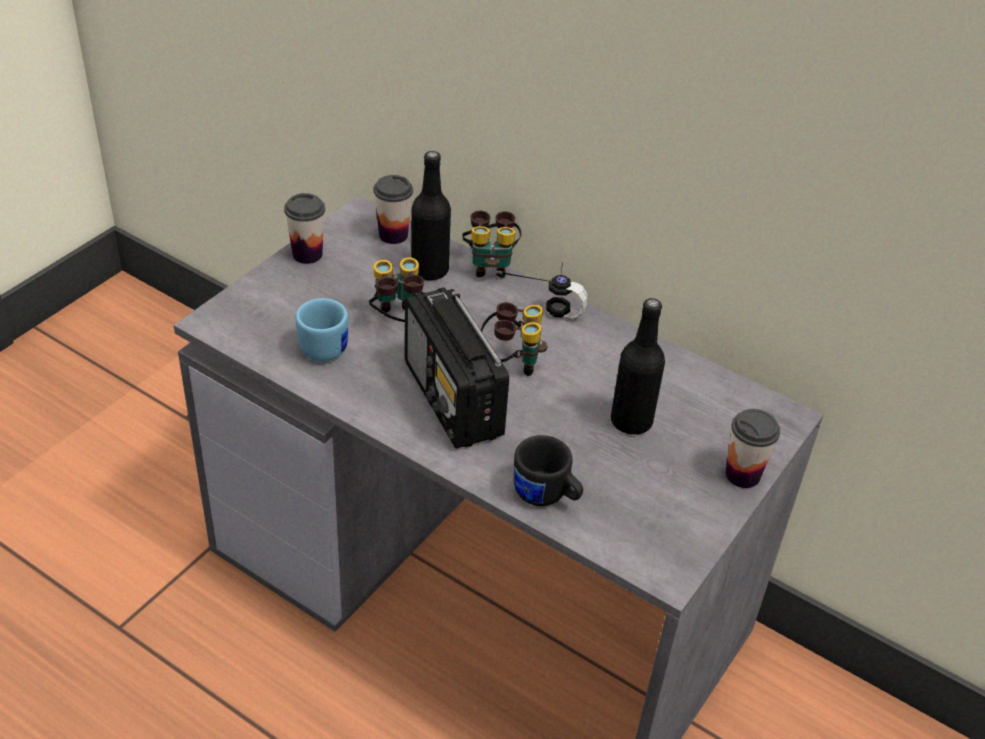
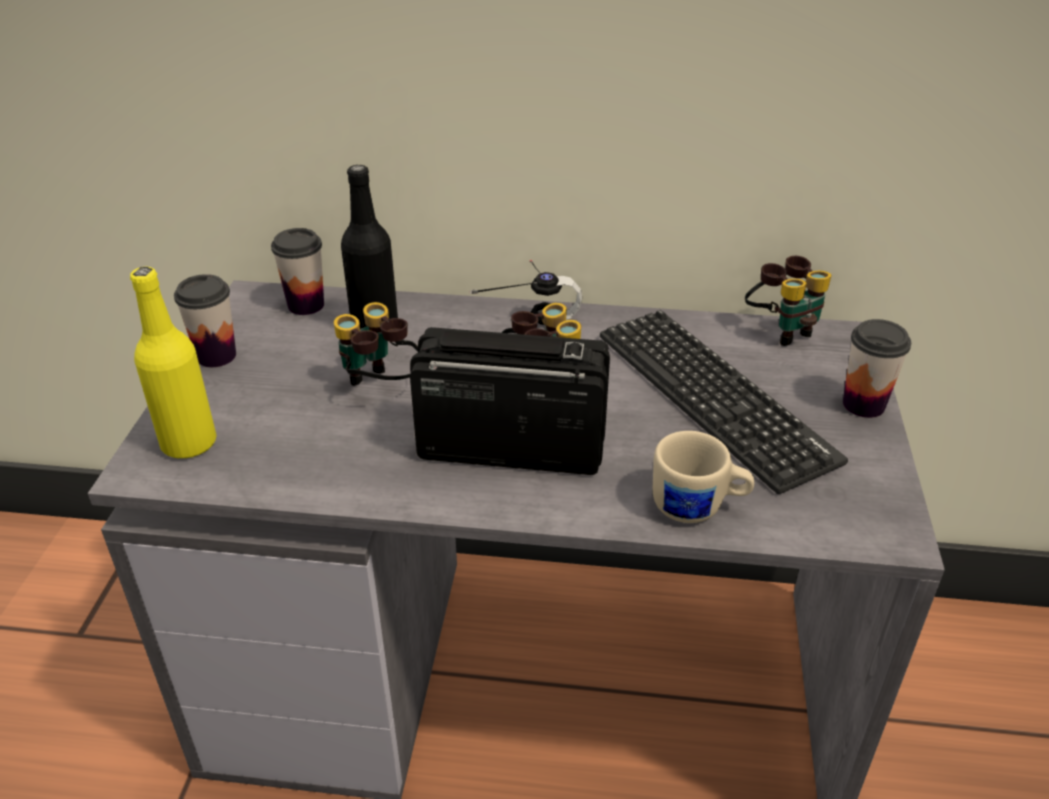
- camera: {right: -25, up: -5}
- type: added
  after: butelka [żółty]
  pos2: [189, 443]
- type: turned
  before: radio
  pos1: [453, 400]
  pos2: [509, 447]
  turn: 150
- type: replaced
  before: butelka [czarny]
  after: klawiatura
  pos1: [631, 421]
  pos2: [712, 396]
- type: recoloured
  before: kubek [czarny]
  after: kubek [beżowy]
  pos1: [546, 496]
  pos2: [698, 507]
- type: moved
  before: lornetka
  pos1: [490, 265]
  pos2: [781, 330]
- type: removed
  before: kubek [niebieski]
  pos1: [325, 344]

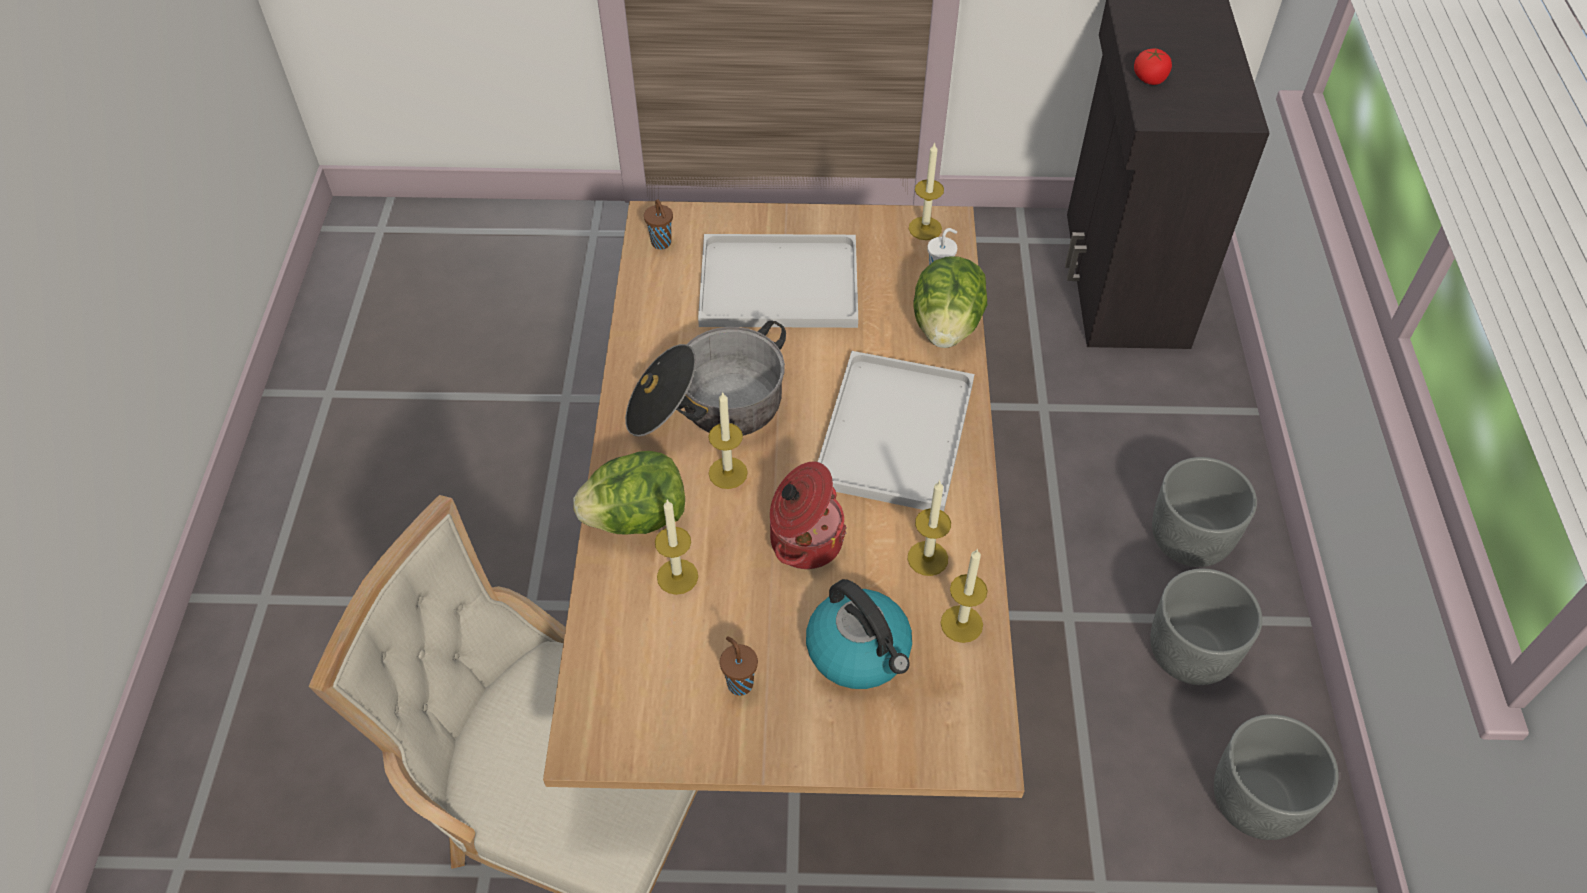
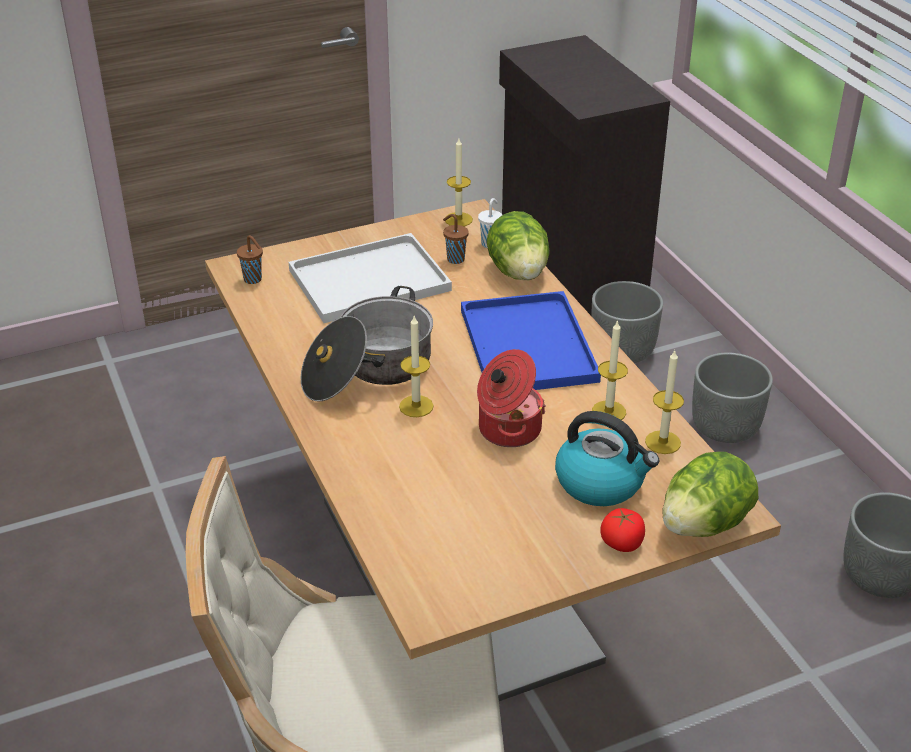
- camera: {right: -25, up: -15}
- type: moved
  before: filiżanka [brązowy]
  pos1: [739, 683]
  pos2: [454, 259]
- type: recoloured
  before: taca [biały]
  after: taca [niebieski]
  pos1: [893, 429]
  pos2: [525, 343]
- type: moved
  before: donica [szary]
  pos1: [1191, 653]
  pos2: [623, 350]
- type: moved
  before: pomidor
  pos1: [1149, 79]
  pos2: [621, 543]
- type: moved
  before: sałata
  pos1: [637, 518]
  pos2: [704, 524]
- type: removed
  before: świeca
  pos1: [677, 576]

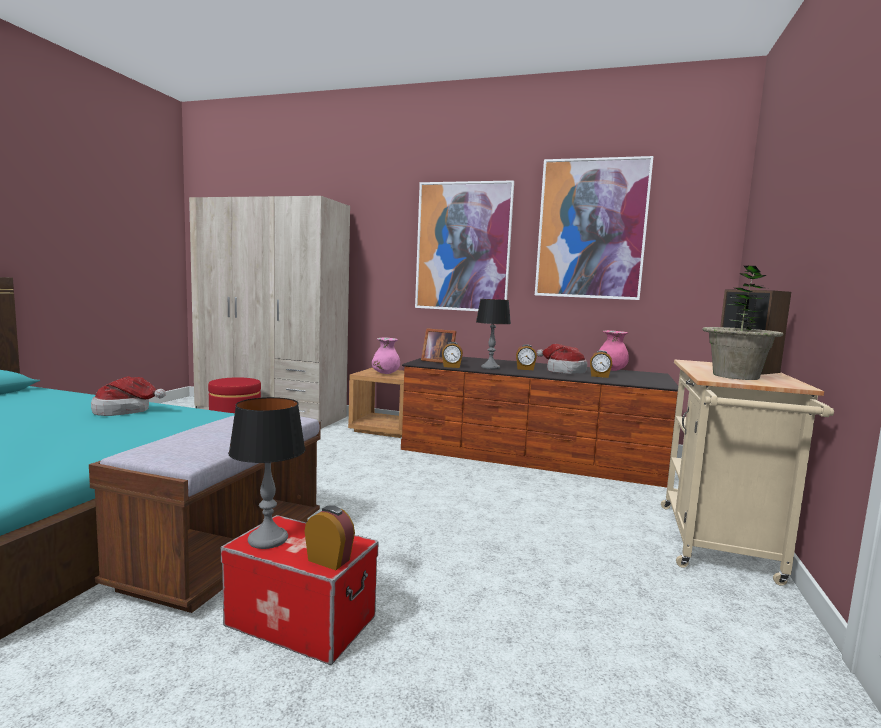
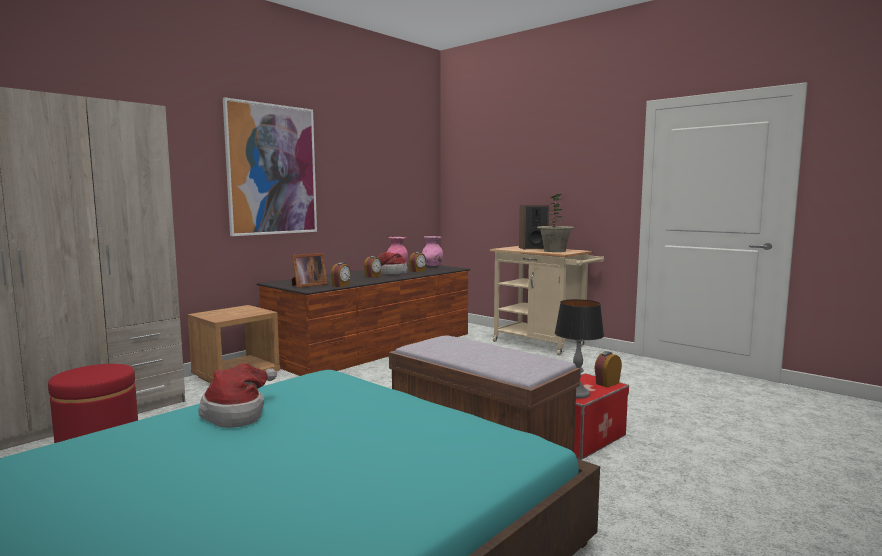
- camera: {right: -65, up: 0}
- type: moved
  before: wazon [różowy]
  pos1: [385, 373]
  pos2: [432, 266]
- type: removed
  before: lampa stołowa
  pos1: [490, 368]
- type: removed
  before: obraz
  pos1: [591, 229]

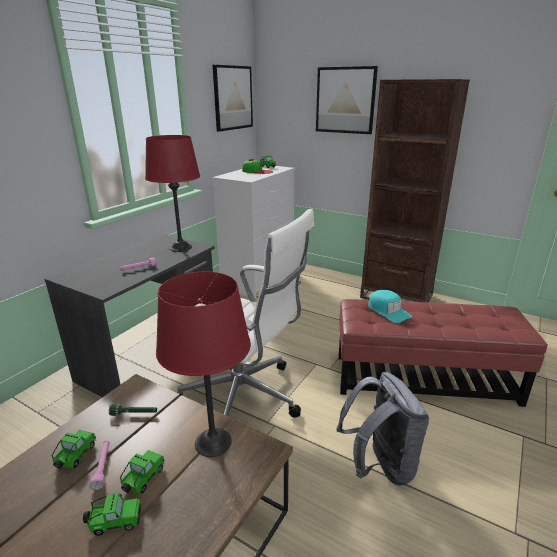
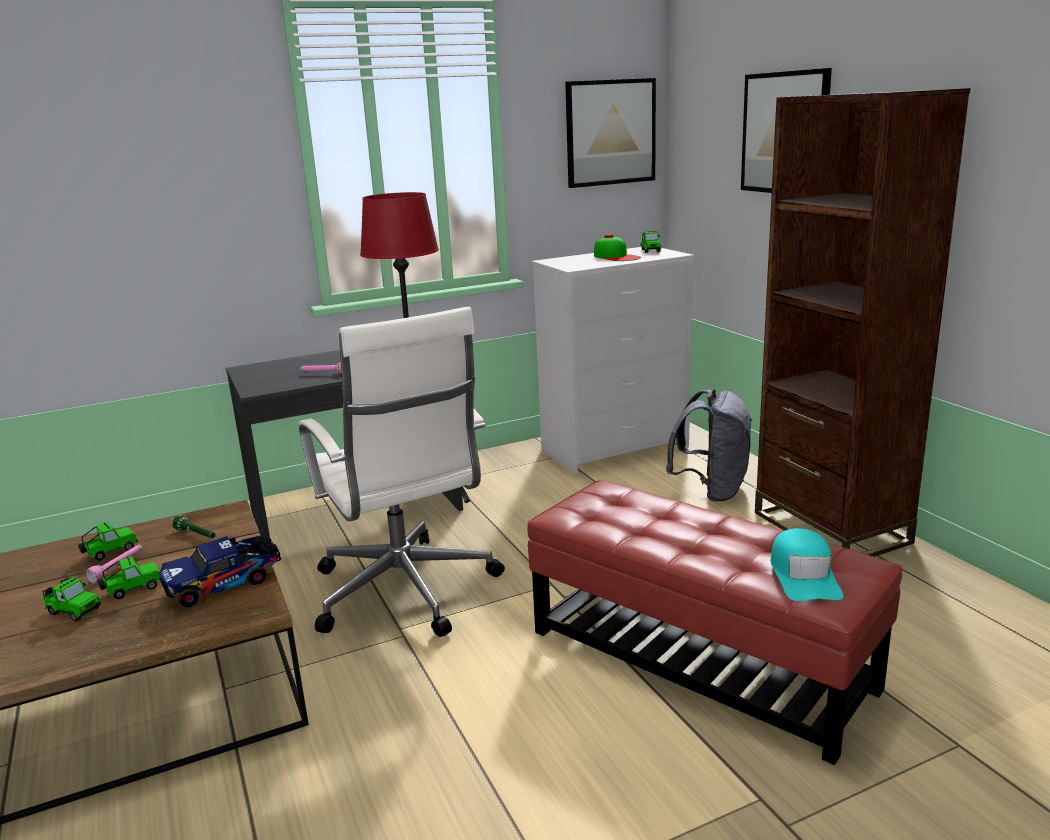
- camera: {right: 35, up: -5}
- type: replaced
  before: lampa stołowa [czerwony]
  after: ciężarówka zabawkowa
  pos1: [213, 442]
  pos2: [226, 584]
- type: moved
  before: plecak [szary]
  pos1: [380, 465]
  pos2: [712, 491]
- type: moved
  before: czapka z daszkiem [turkusowy]
  pos1: [388, 311]
  pos2: [804, 576]

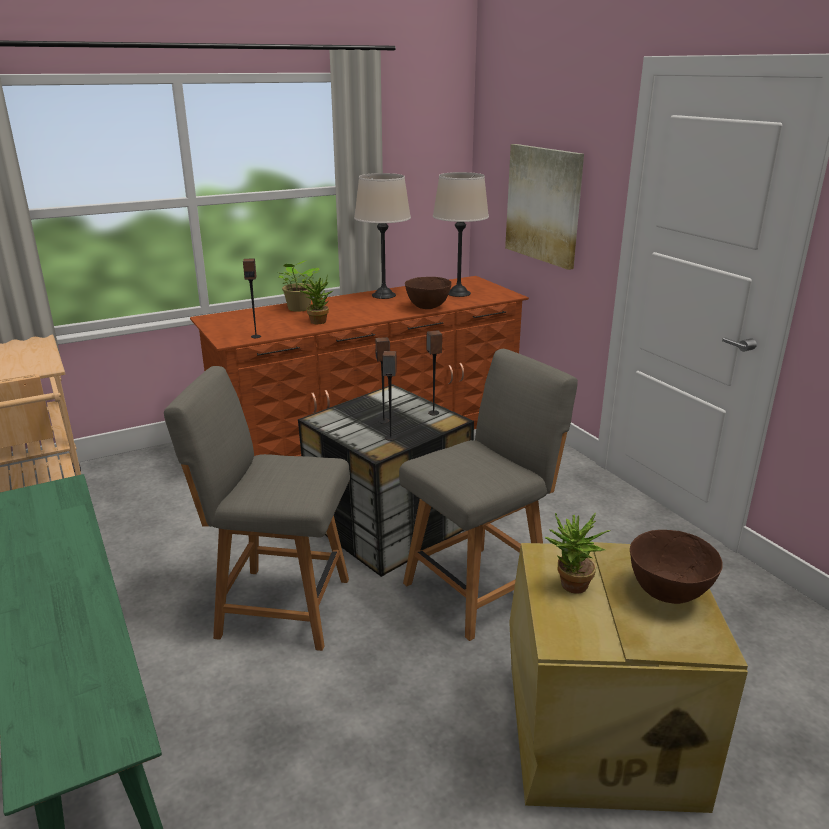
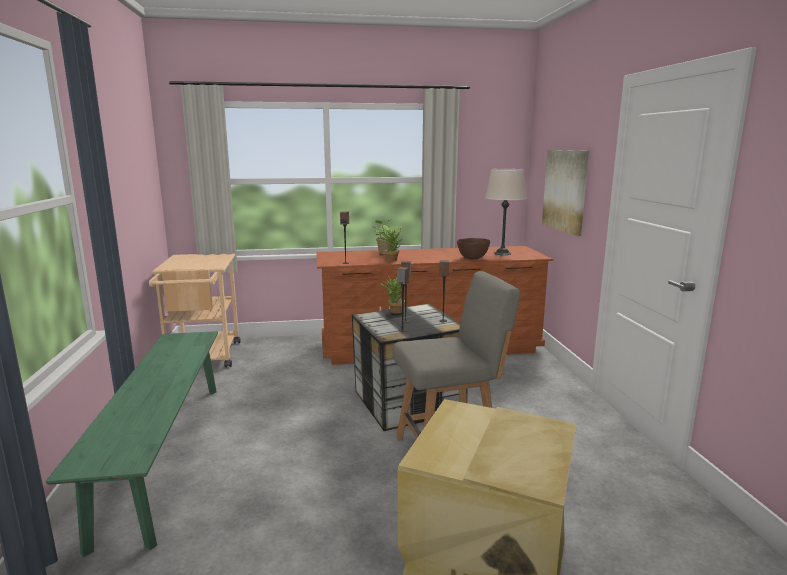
- camera: {right: 20, up: -10}
- type: moved
  before: roślina doniczkowa
  pos1: [570, 587]
  pos2: [394, 311]
- type: removed
  before: krzesło [szary]
  pos1: [279, 606]
- type: removed
  before: lampa stołowa [beżowy]
  pos1: [383, 295]
- type: removed
  before: miska [brązowy]
  pos1: [667, 593]

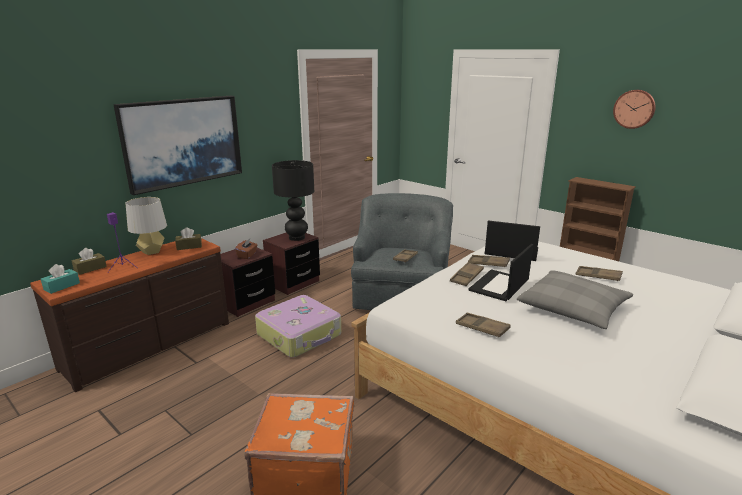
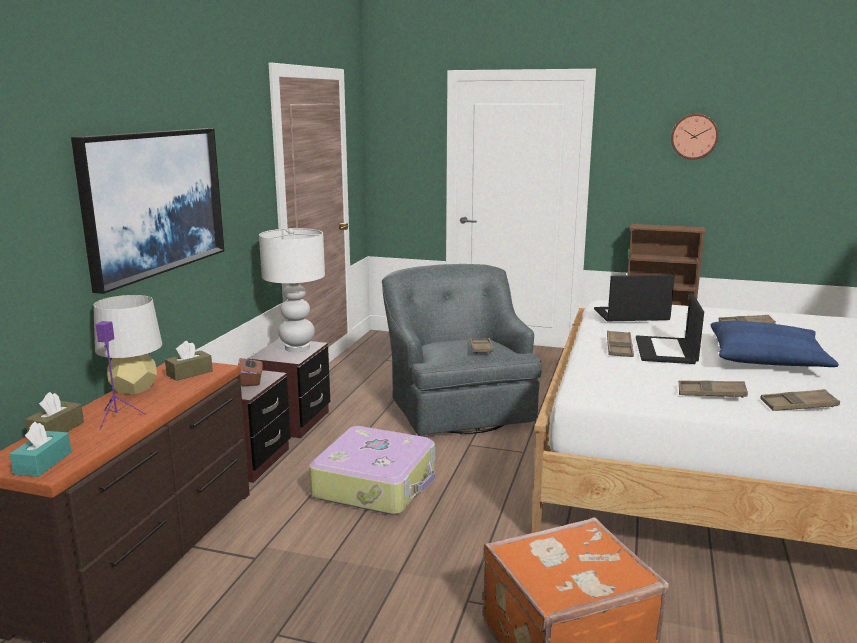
- camera: {right: -25, up: -5}
- type: recoloured
  before: lampa stołowa [czarny]
  after: lampa stołowa [biały]
  pos1: [297, 238]
  pos2: [297, 348]
- type: recoloured
  before: poduszka [szary]
  after: poduszka [niebieski]
  pos1: [573, 308]
  pos2: [767, 358]
- type: moved
  before: taca [brązowy]
  pos1: [488, 263]
  pos2: [798, 405]

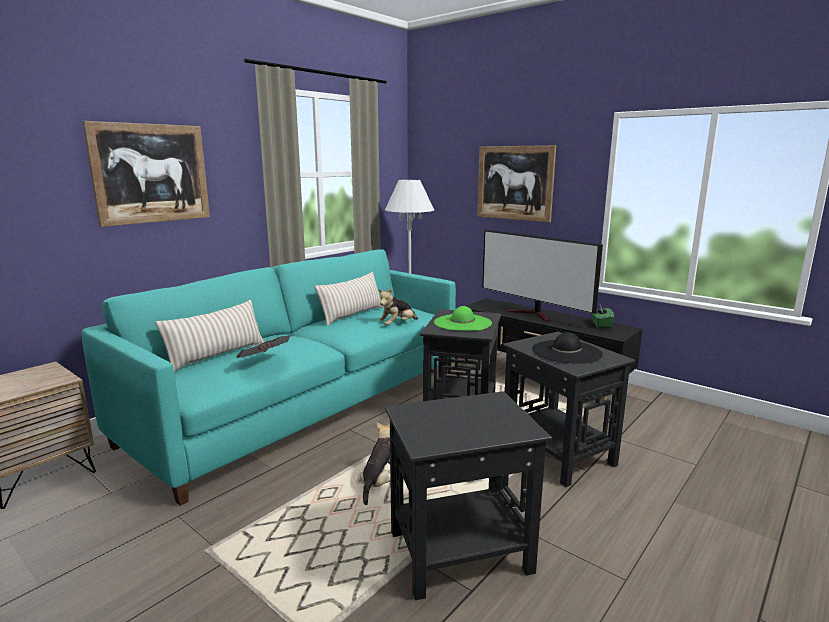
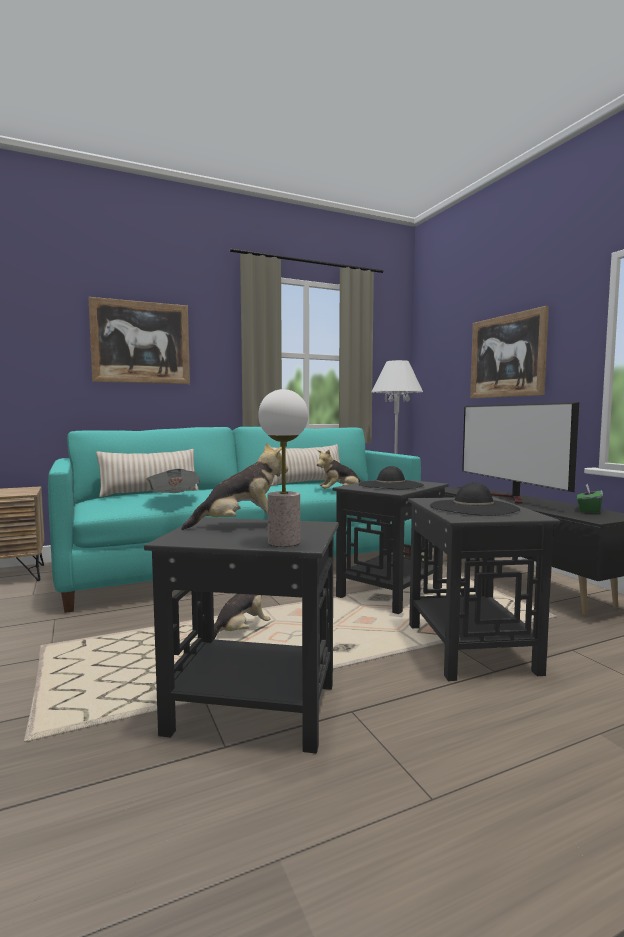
- camera: {right: 25, up: -10}
- type: added
  after: pluszak
  pos2: [240, 526]
- type: added
  after: lampa stołowa
  pos2: [284, 542]
- type: recoloured
  before: kapelusz [zielony]
  after: kapelusz [czarny]
  pos1: [462, 322]
  pos2: [390, 485]

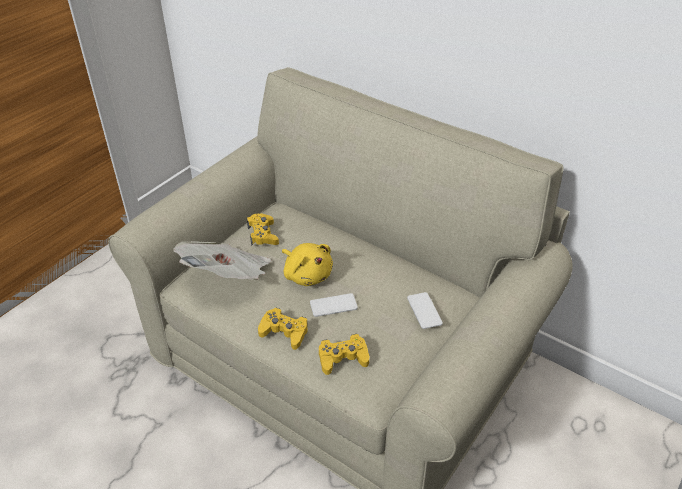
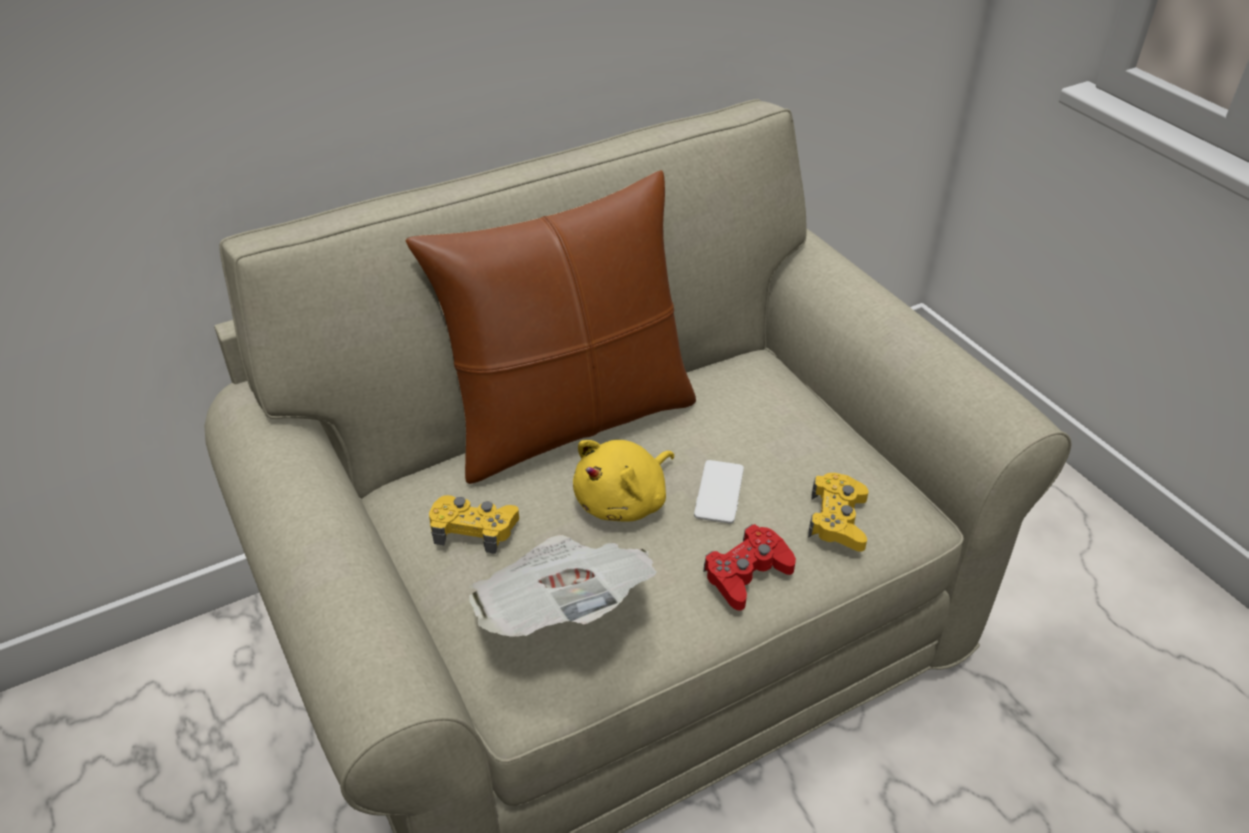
- camera: {right: -65, up: 0}
- type: added
  after: poduszka [brązowy]
  pos2: [570, 420]
- type: turned
  before: pluszak [żółty]
  pos1: [307, 274]
  pos2: [624, 501]
  turn: 150
- type: recoloured
  before: pad do gier [żółty]
  after: pad do gier [czerwony]
  pos1: [284, 332]
  pos2: [747, 573]
- type: removed
  before: telefon
  pos1: [424, 311]

